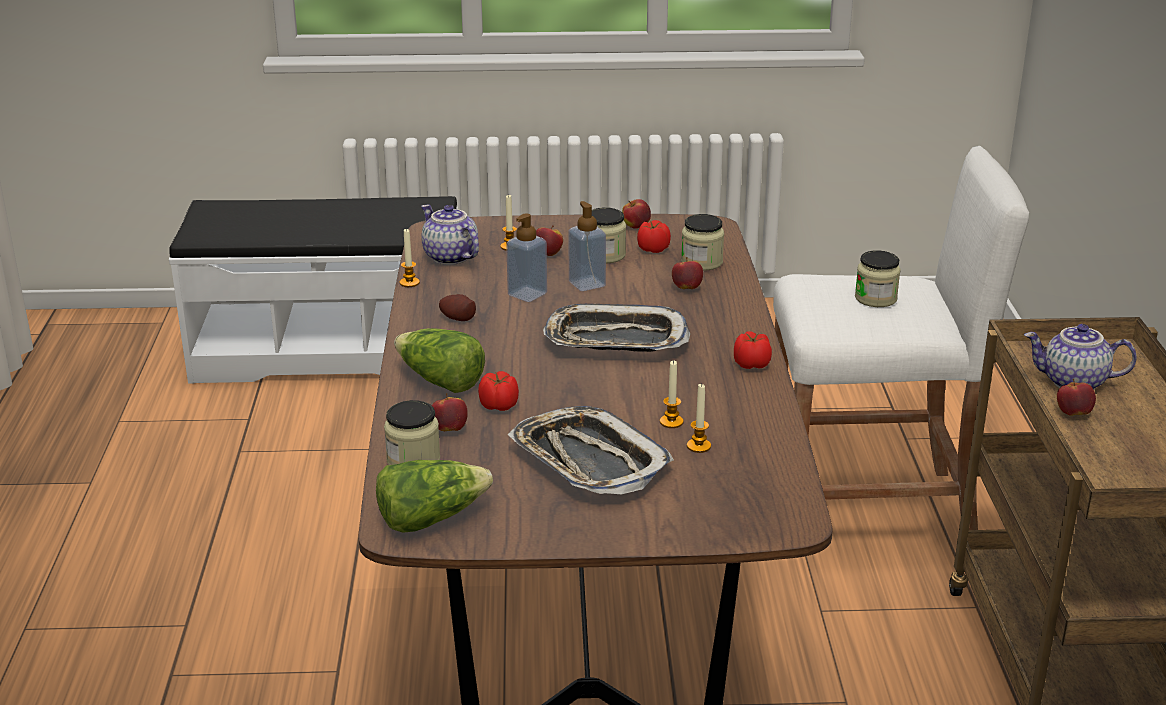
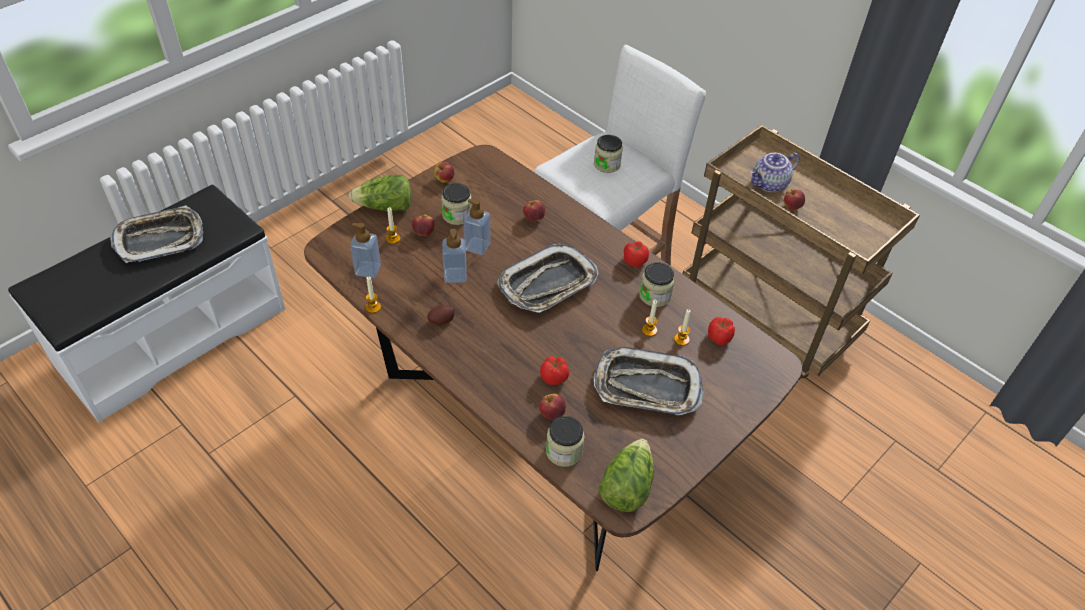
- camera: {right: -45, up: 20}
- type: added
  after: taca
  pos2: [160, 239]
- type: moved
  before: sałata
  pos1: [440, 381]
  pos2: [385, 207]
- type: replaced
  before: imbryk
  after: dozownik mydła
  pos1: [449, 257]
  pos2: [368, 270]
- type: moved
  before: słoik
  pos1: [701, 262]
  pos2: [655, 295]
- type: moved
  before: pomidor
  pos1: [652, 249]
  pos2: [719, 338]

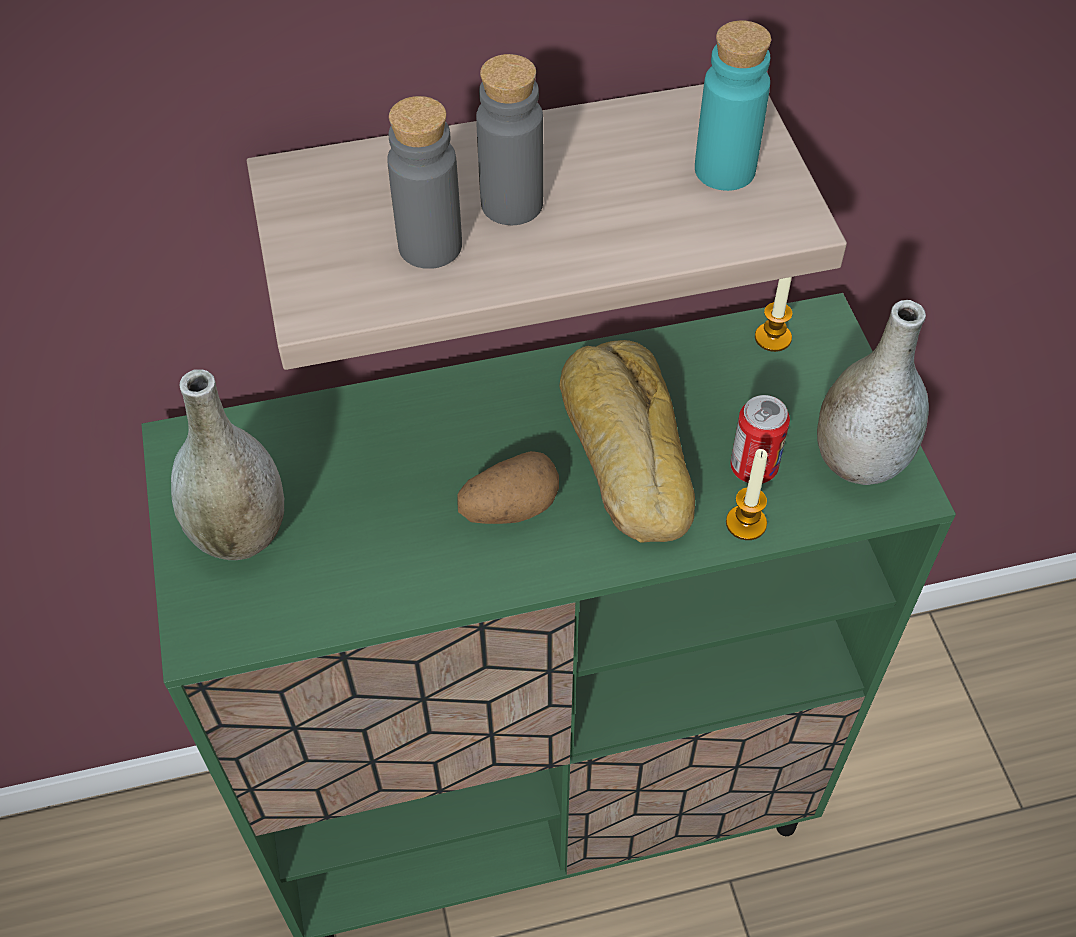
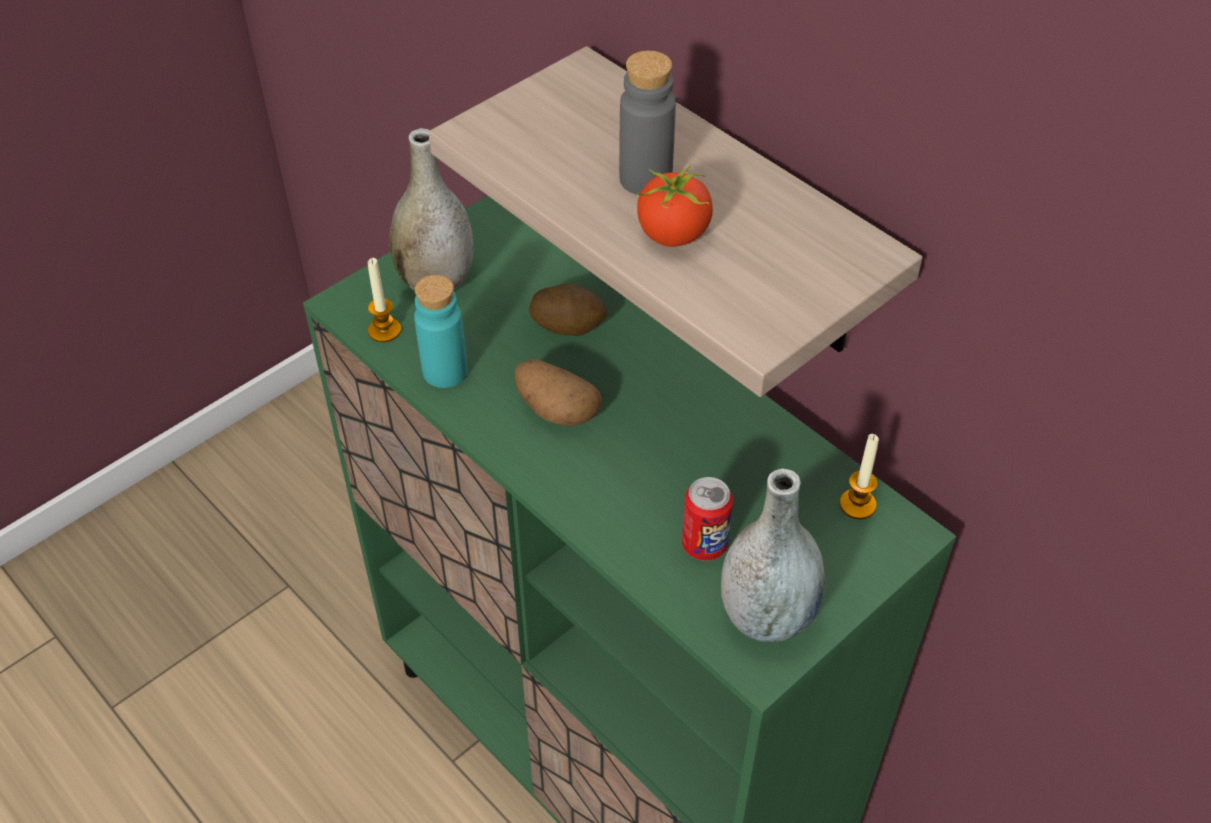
- camera: {right: 60, up: -5}
- type: moved
  before: świeca
  pos1: [746, 523]
  pos2: [384, 330]
- type: moved
  before: butelka [turkusowy]
  pos1: [724, 170]
  pos2: [445, 371]
- type: added
  after: ziemniak
  pos2: [568, 325]
- type: added
  after: pomidor
  pos2: [673, 235]
- type: removed
  before: butelka [szary]
  pos1: [430, 246]
- type: removed
  before: chleb
  pos1: [623, 452]

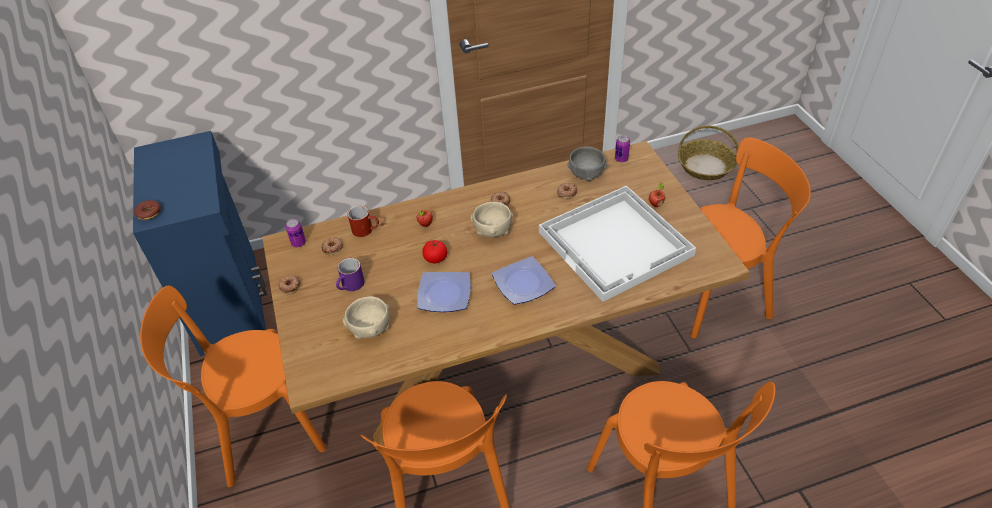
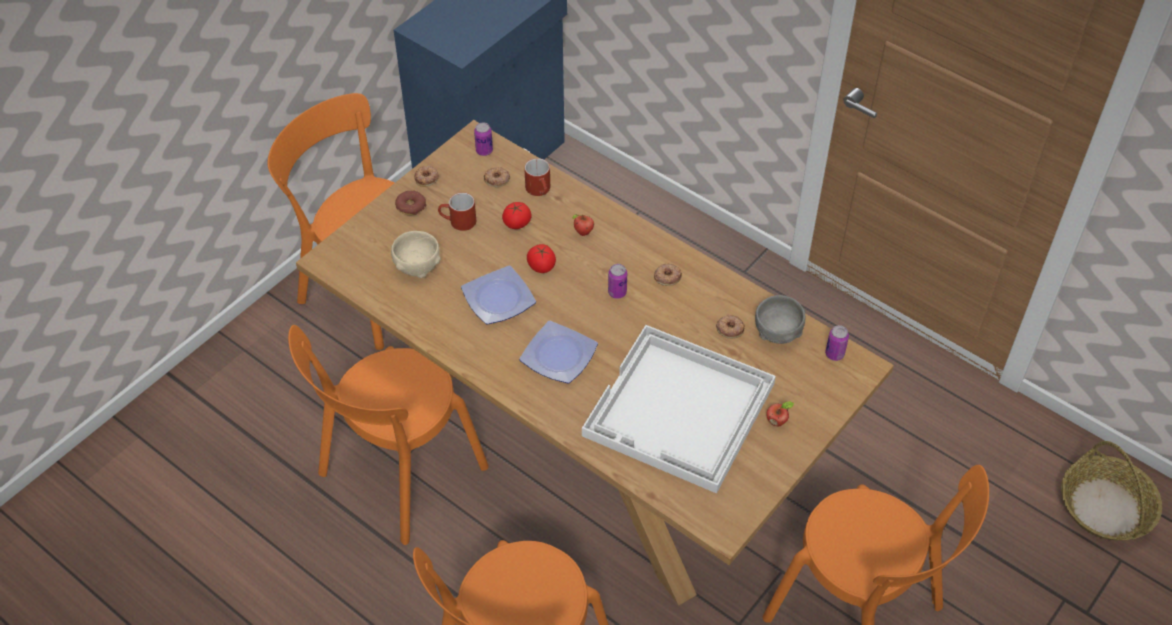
- camera: {right: 55, up: 5}
- type: moved
  before: donut
  pos1: [149, 213]
  pos2: [410, 206]
- type: recoloured
  before: kubek [fioletowy]
  after: kubek [czerwony]
  pos1: [351, 286]
  pos2: [458, 222]
- type: added
  after: pomidor
  pos2: [517, 223]
- type: replaced
  before: miska [beżowy]
  after: puszka
  pos1: [493, 230]
  pos2: [617, 292]

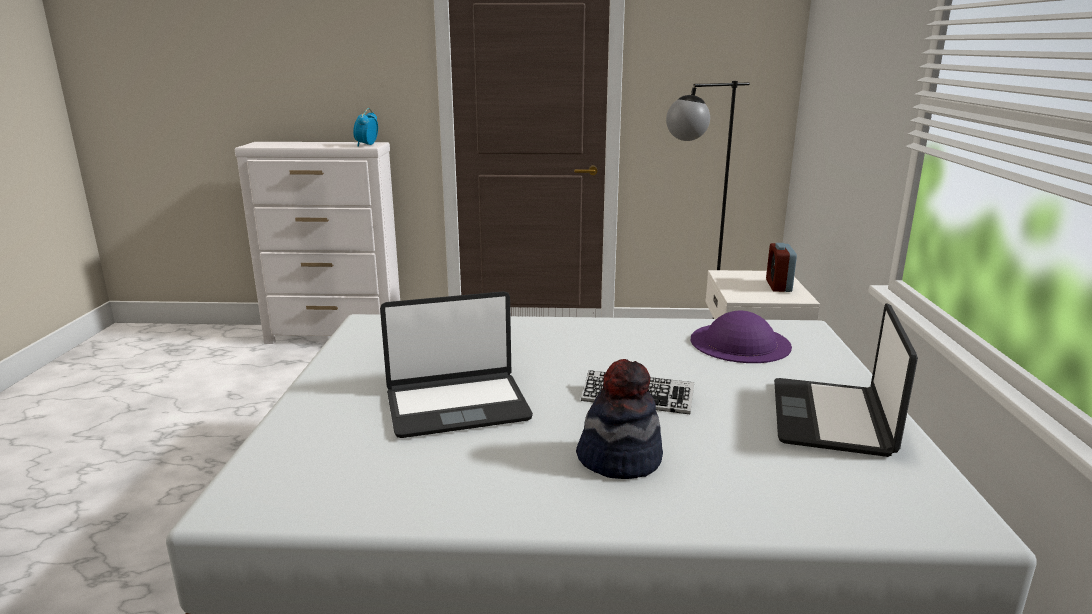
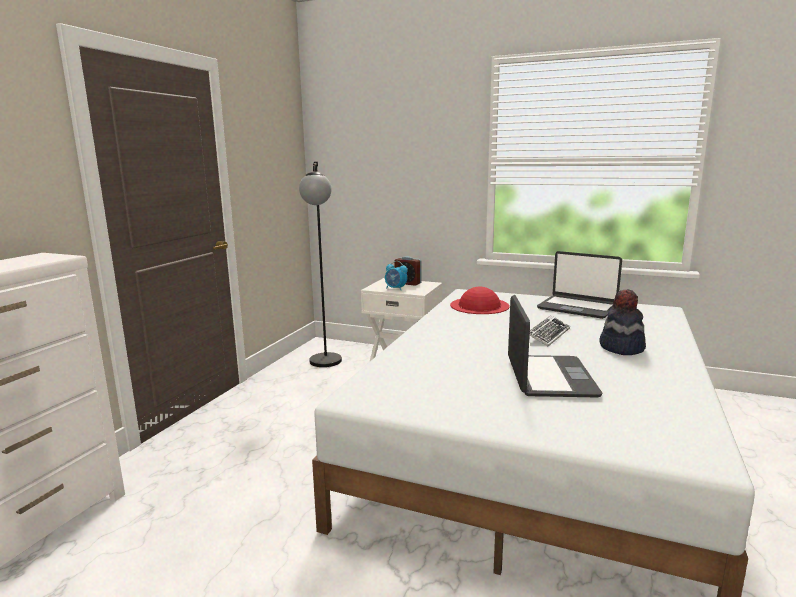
- camera: {right: -70, up: -5}
- type: moved
  before: budzik
  pos1: [366, 145]
  pos2: [395, 289]
- type: recoloured
  before: kapelusz [fioletowy]
  after: kapelusz [czerwony]
  pos1: [740, 342]
  pos2: [479, 305]

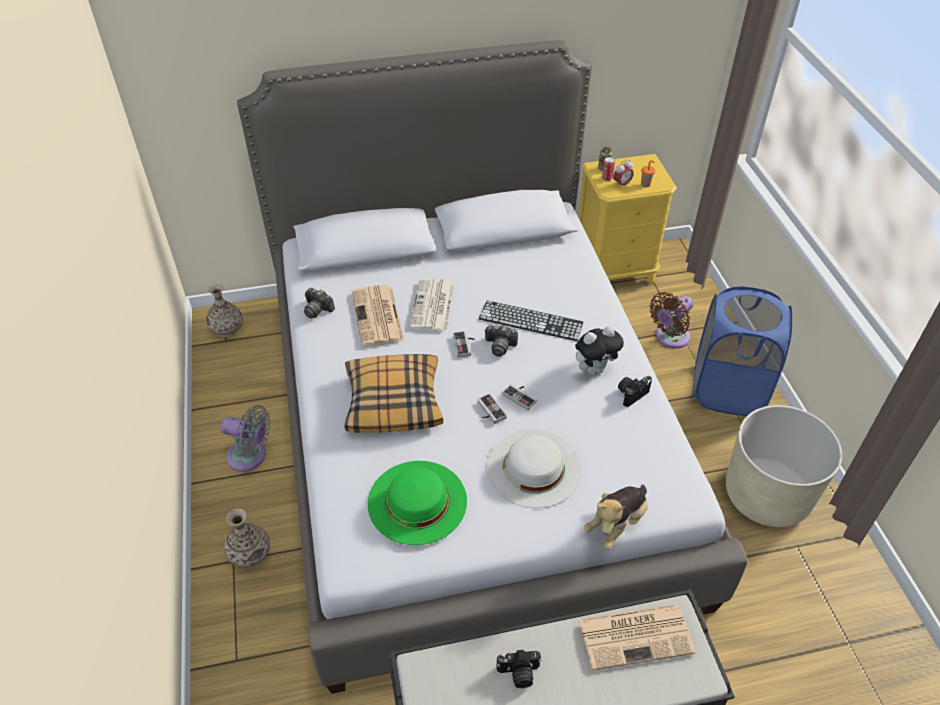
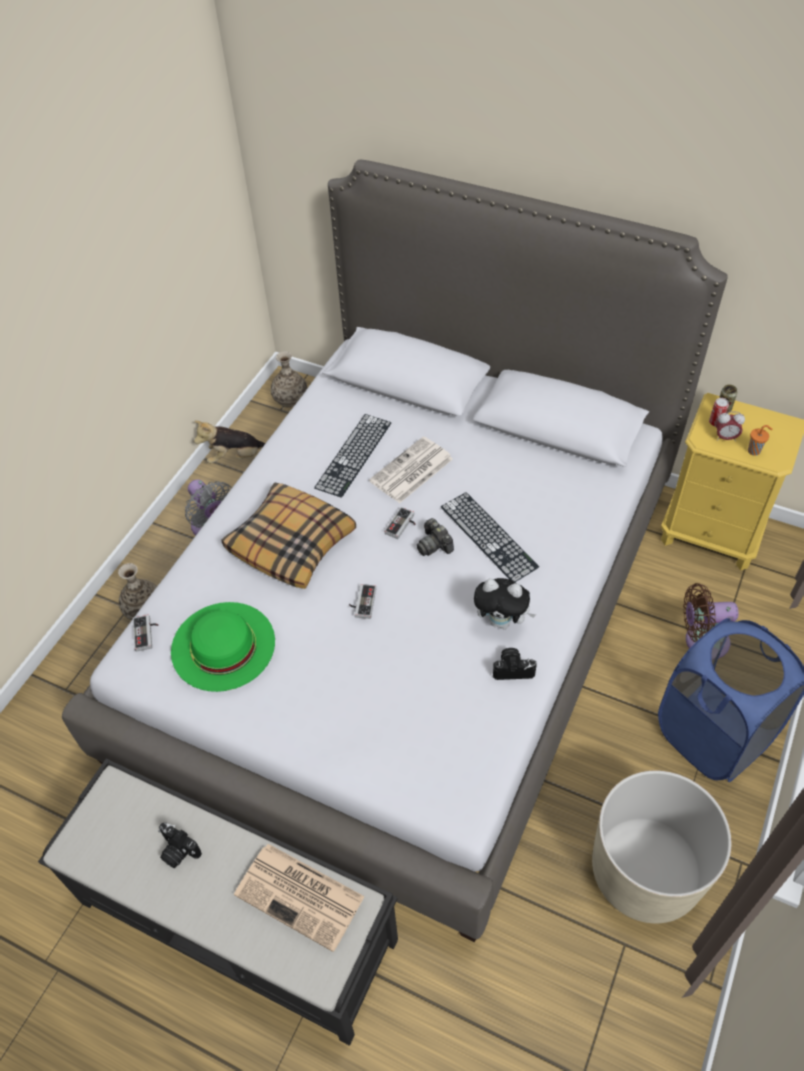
- camera: {right: 40, up: 5}
- type: moved
  before: pad do gier
  pos1: [521, 396]
  pos2: [147, 633]
- type: moved
  before: pluszak
  pos1: [617, 523]
  pos2: [237, 457]
- type: replaced
  before: gazeta
  after: klawiatura
  pos1: [378, 317]
  pos2: [353, 455]
- type: removed
  before: aparat fotograficzny
  pos1: [318, 309]
- type: removed
  before: kapelusz [biały]
  pos1: [533, 467]

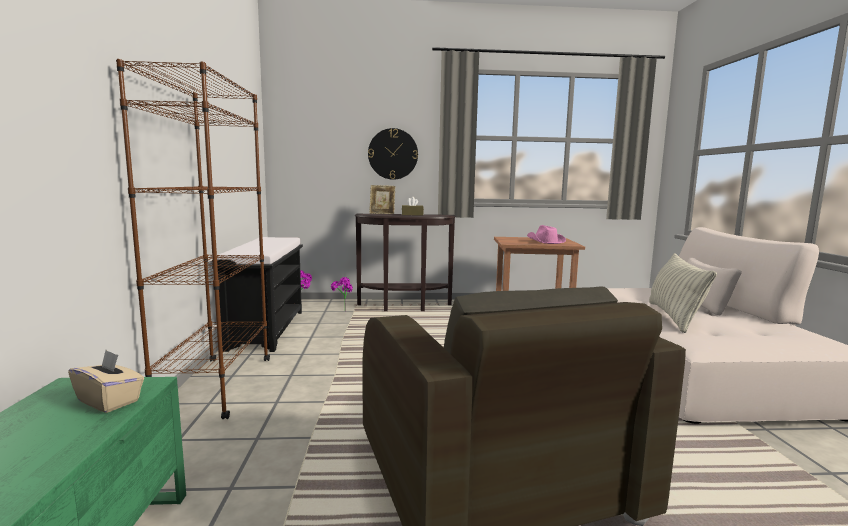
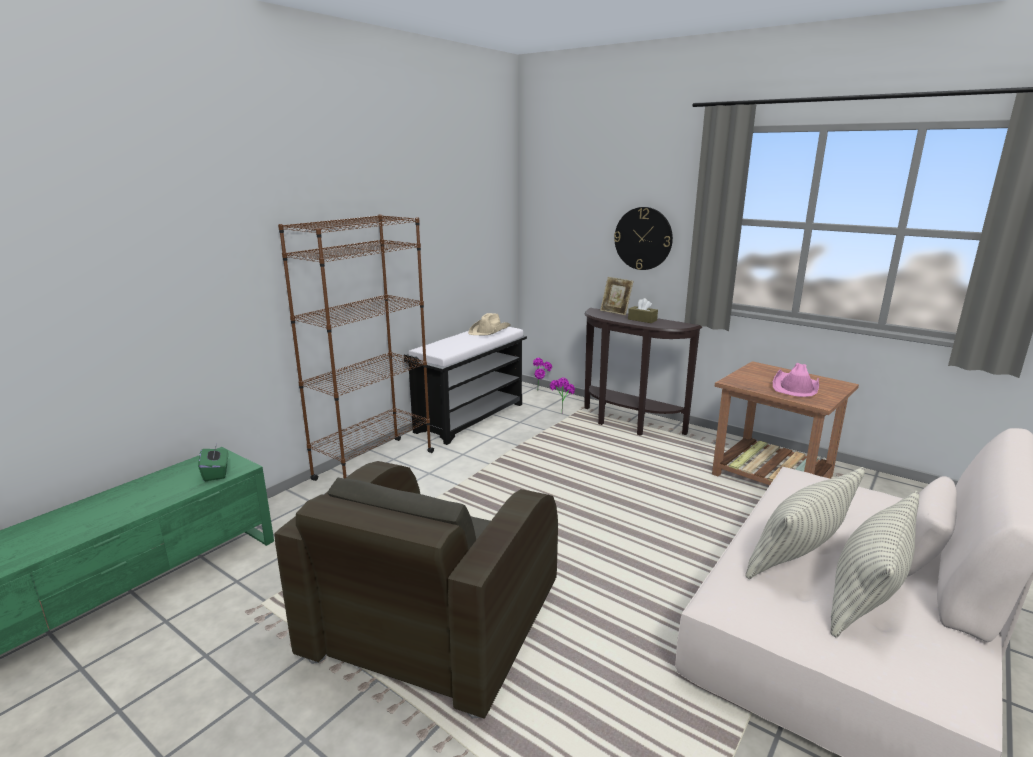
- camera: {right: 40, up: 10}
- type: recoloured
  before: pudełko chusteczek [beżowy]
  after: pudełko chusteczek [zielony]
  pos1: [109, 401]
  pos2: [216, 473]
- type: added
  after: kapelusz [beżowy]
  pos2: [490, 330]
- type: added
  after: poduszka
  pos2: [866, 595]

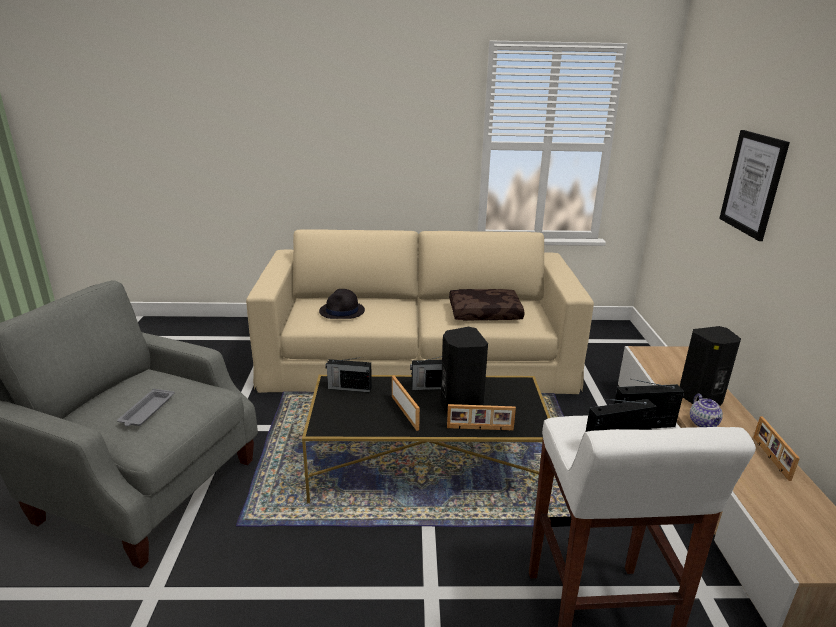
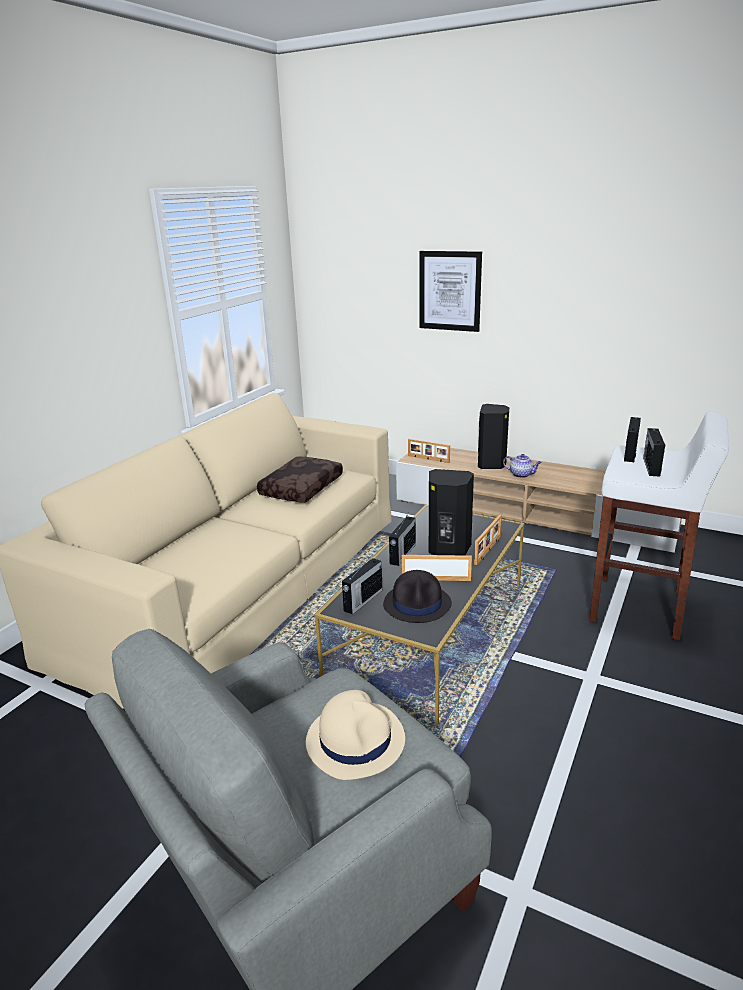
- camera: {right: -60, up: 0}
- type: replaced
  before: taca [szary]
  after: kapelusz [beżowy]
  pos1: [147, 411]
  pos2: [355, 739]
- type: moved
  before: kapelusz [czarny]
  pos1: [342, 311]
  pos2: [417, 604]
- type: moved
  before: ramka na zdjęcie
  pos1: [770, 458]
  pos2: [428, 459]

